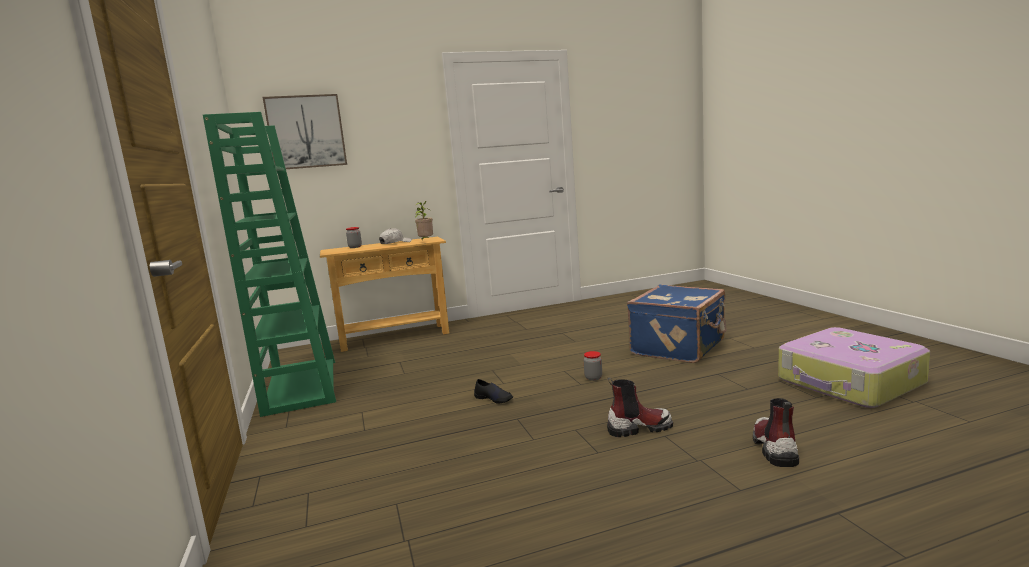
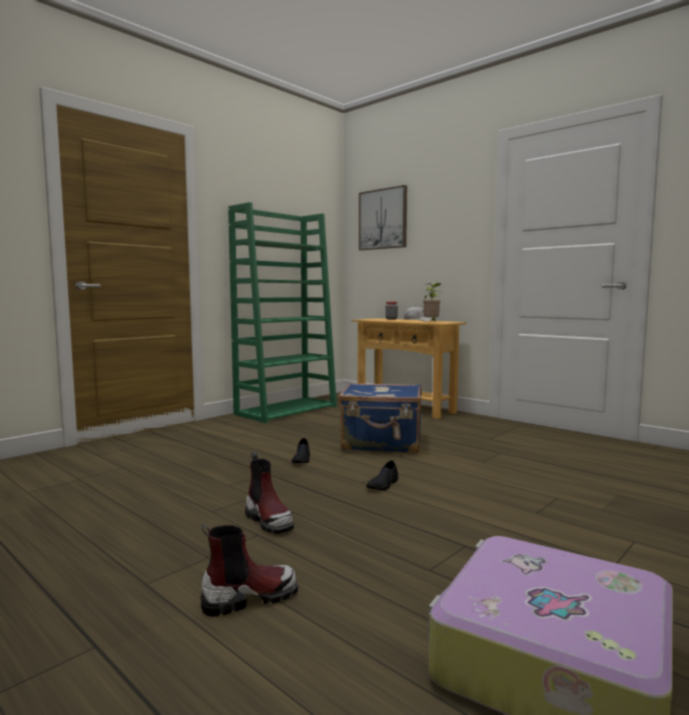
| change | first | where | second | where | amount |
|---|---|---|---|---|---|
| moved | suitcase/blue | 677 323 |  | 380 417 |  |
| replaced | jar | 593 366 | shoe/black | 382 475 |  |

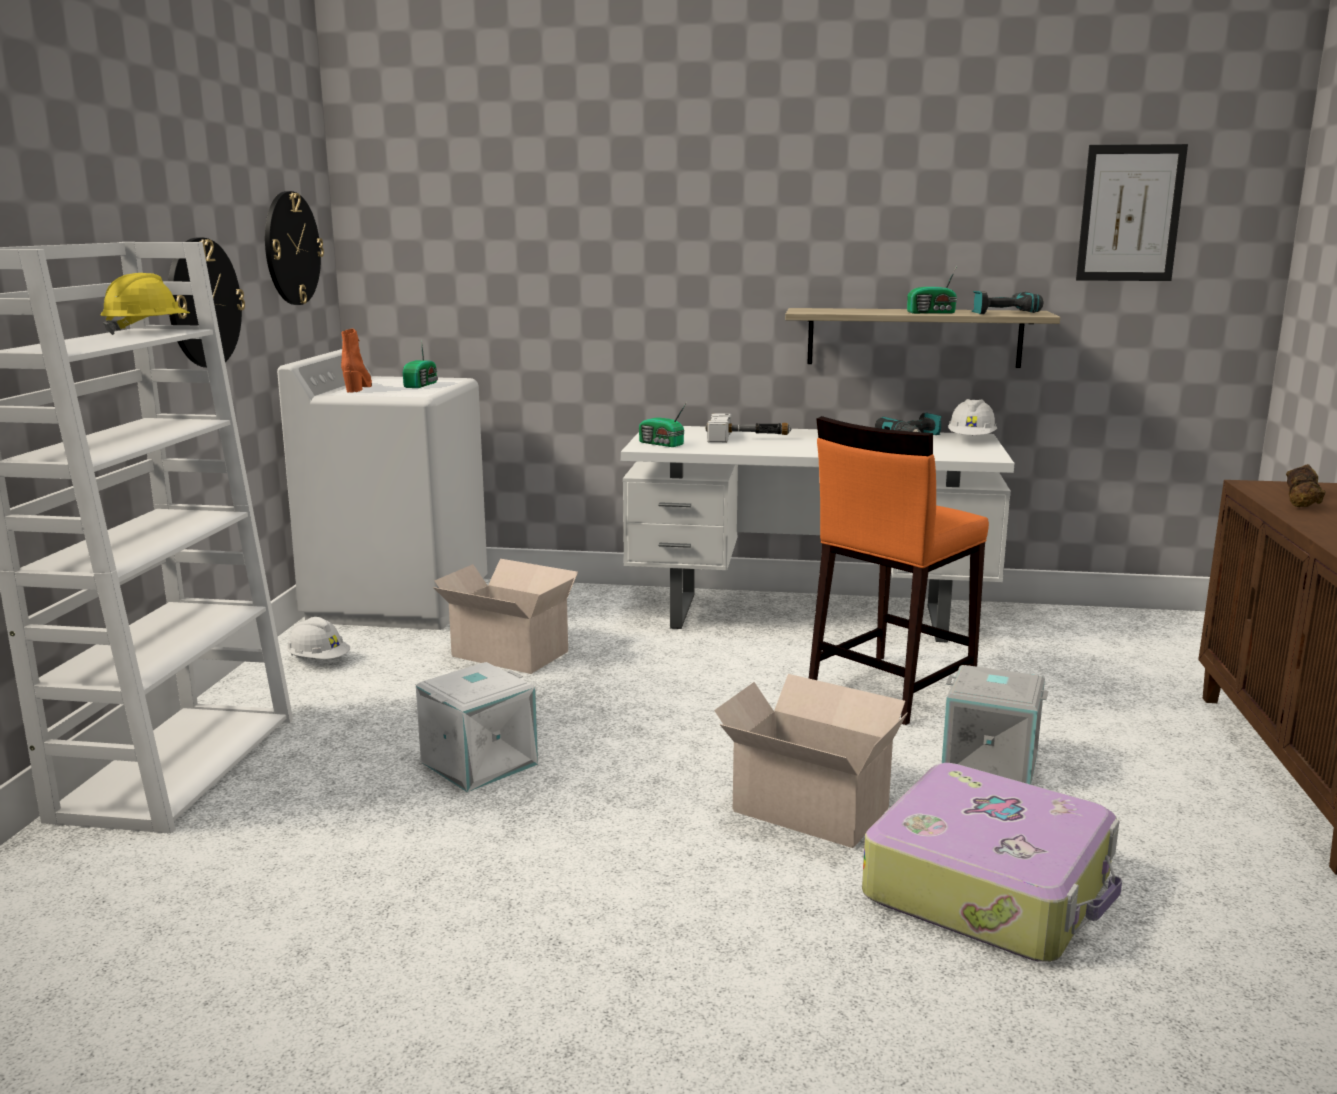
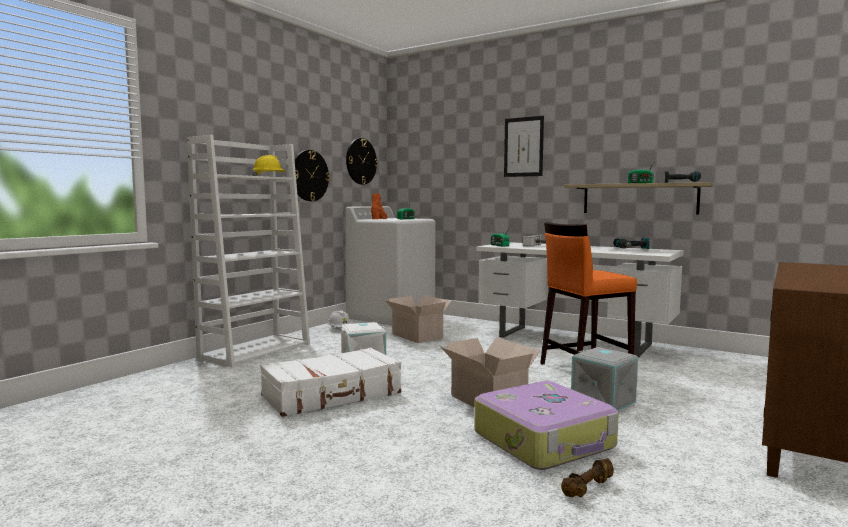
| change | first | where | second | where | amount |
|---|---|---|---|---|---|
| moved | picture | 1132 212 |  | 524 146 |  |
| removed | hard hat/white | 972 417 |  |  |  |
| moved | dumbbell/brown | 1305 485 |  | 587 478 |  |
| added |  |  | suitcase/white | 330 382 |  |

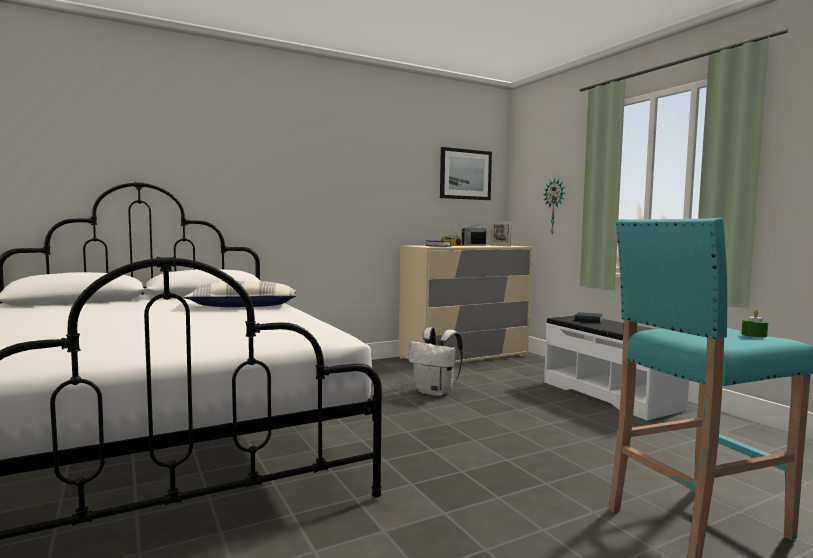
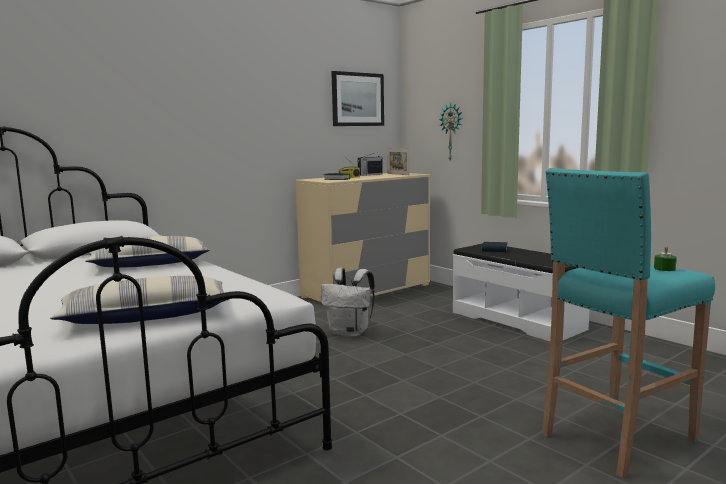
| change | first | where | second | where | amount |
|---|---|---|---|---|---|
| added |  |  | pillow | 139 300 |  |

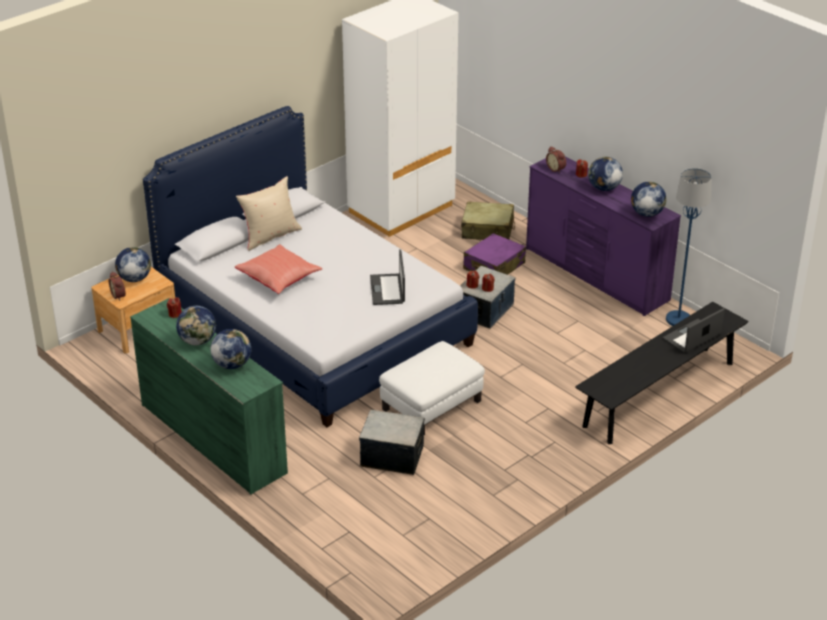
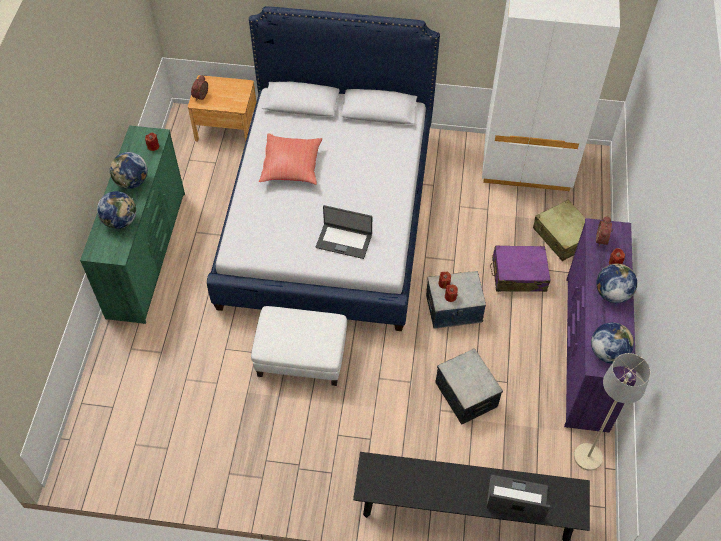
| change | first | where | second | where | amount |
|---|---|---|---|---|---|
| recoloured | floor lamp/blue | 689 247 | floor lamp/beige | 612 412 |  |
| removed | pillow/beige | 269 213 |  |  |  |
| removed | globe | 133 264 |  |  |  |
| turned | laptop | 387 277 |  | 344 232 | 120 degrees counterclockwise |
| moved | storage box | 392 442 |  | 469 387 |  |

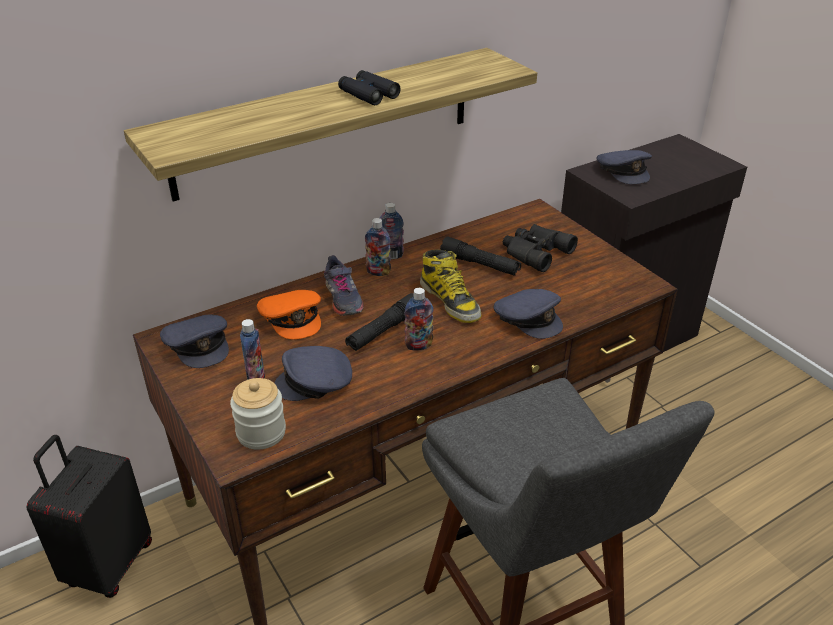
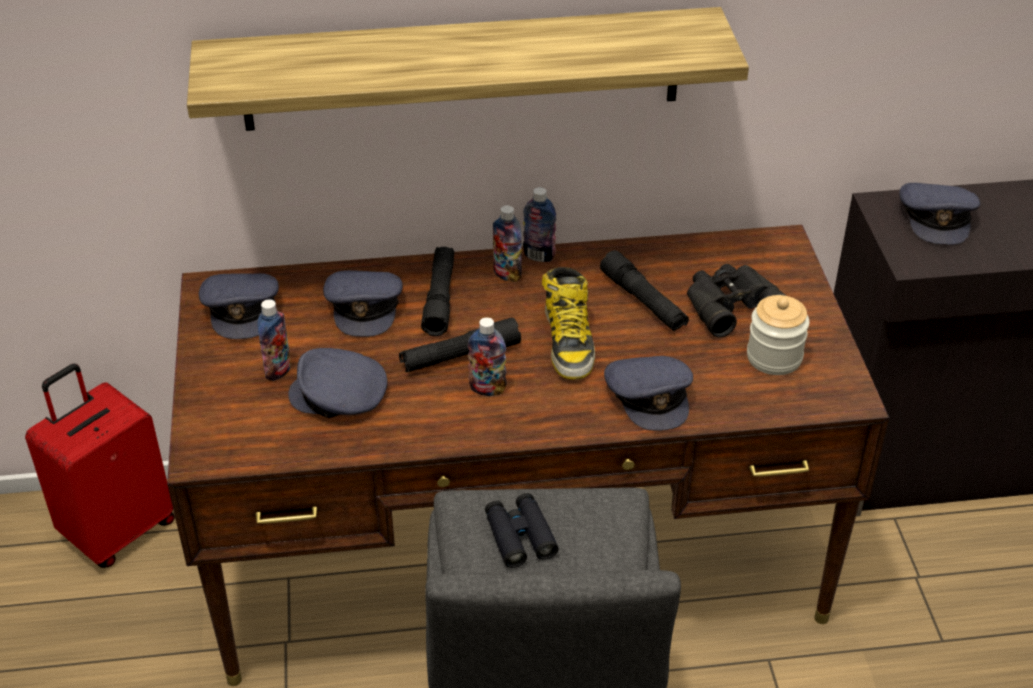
| change | first | where | second | where | amount |
|---|---|---|---|---|---|
| moved | binoculars/black | 369 87 |  | 522 530 |  |
| replaced | shoe/grey | 344 285 | flashlight/black | 437 291 |  |
| recoloured | cap/orange | 289 315 | cap/grey | 363 303 |  |
| moved | jar | 258 414 |  | 778 335 |  |
| recoloured | suitcase/black | 89 516 | suitcase/red | 100 466 |  |

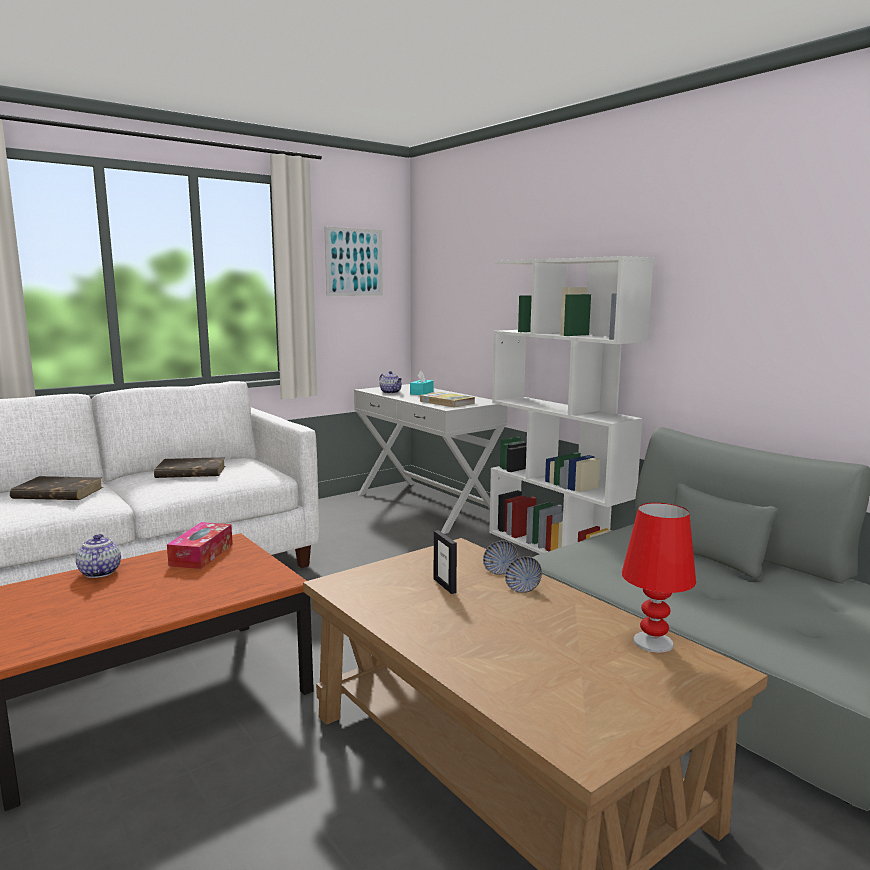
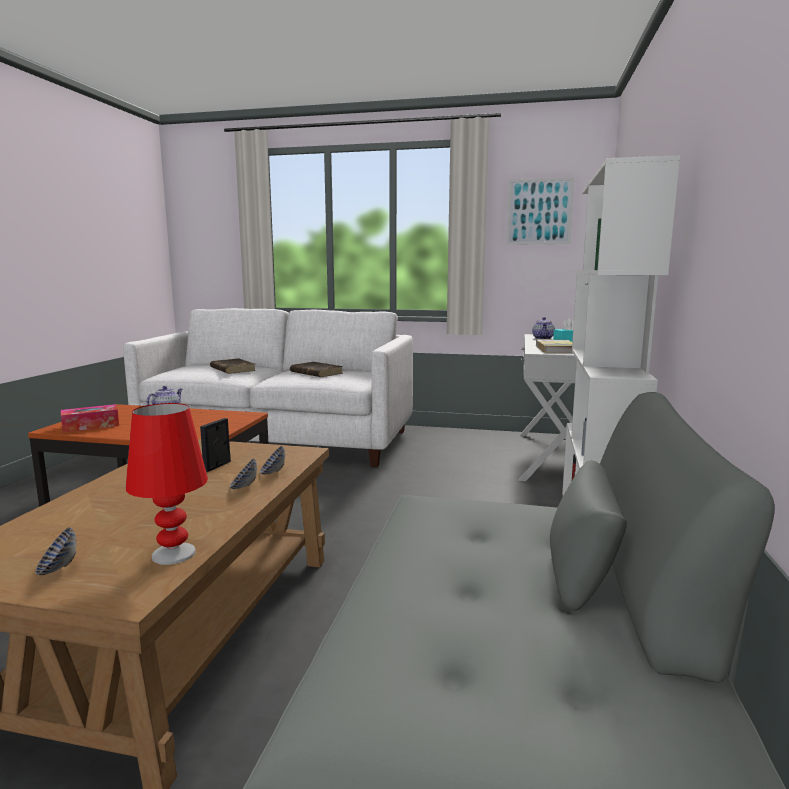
| change | first | where | second | where | amount |
|---|---|---|---|---|---|
| moved | tissue box | 200 545 |  | 90 418 |  |
| added |  |  | bowl | 56 551 |  |

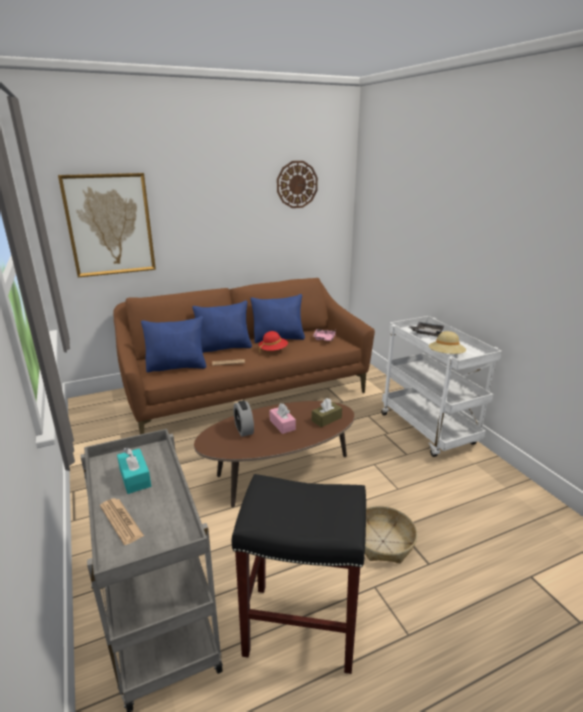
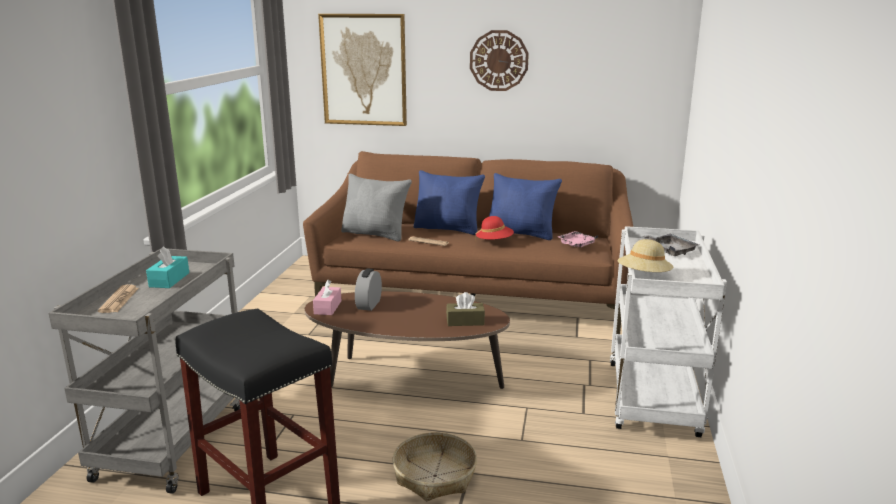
| change | first | where | second | where | amount |
|---|---|---|---|---|---|
| moved | wall clock | 297 184 |  | 499 60 |  |
| recoloured | pillow/blue | 173 344 | pillow/grey | 376 207 |  |
| moved | tissue box/pink | 282 418 |  | 327 297 |  |

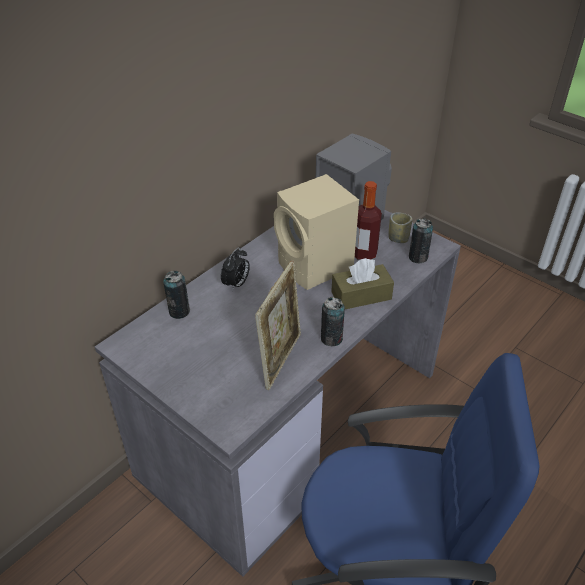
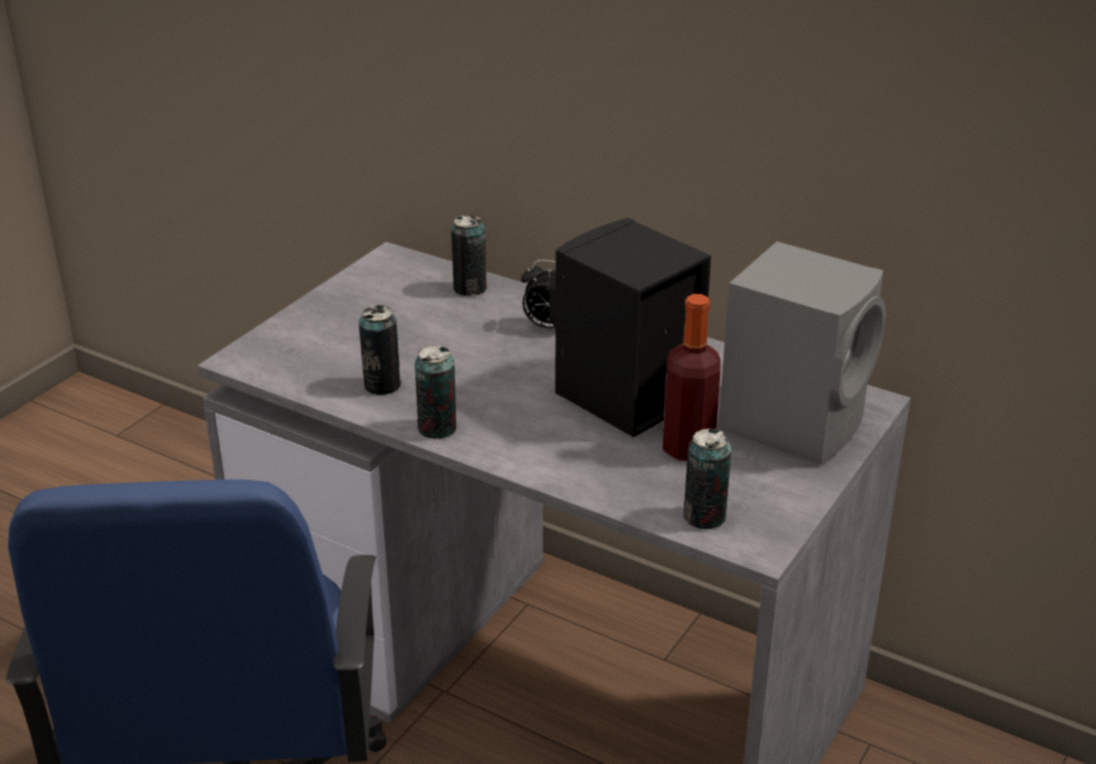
| change | first | where | second | where | amount |
|---|---|---|---|---|---|
| recoloured | speaker/beige | 316 232 | speaker/black | 630 327 |  |
| removed | cup | 400 227 |  |  |  |
| removed | tissue box/brown | 362 283 |  |  |  |
| replaced | picture frame | 278 325 | can | 380 350 |  |

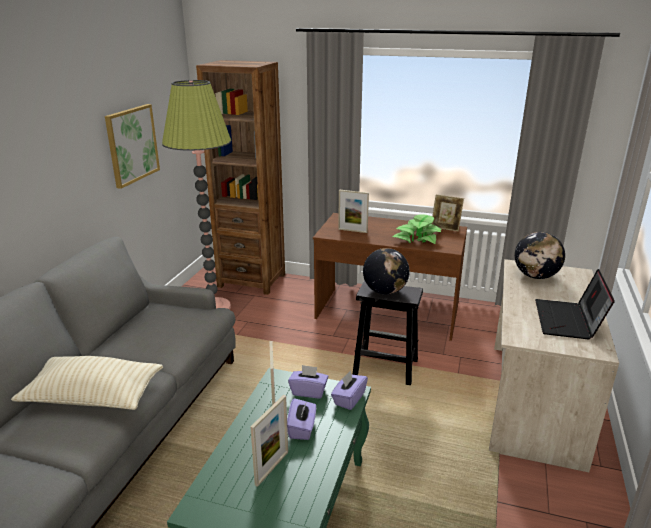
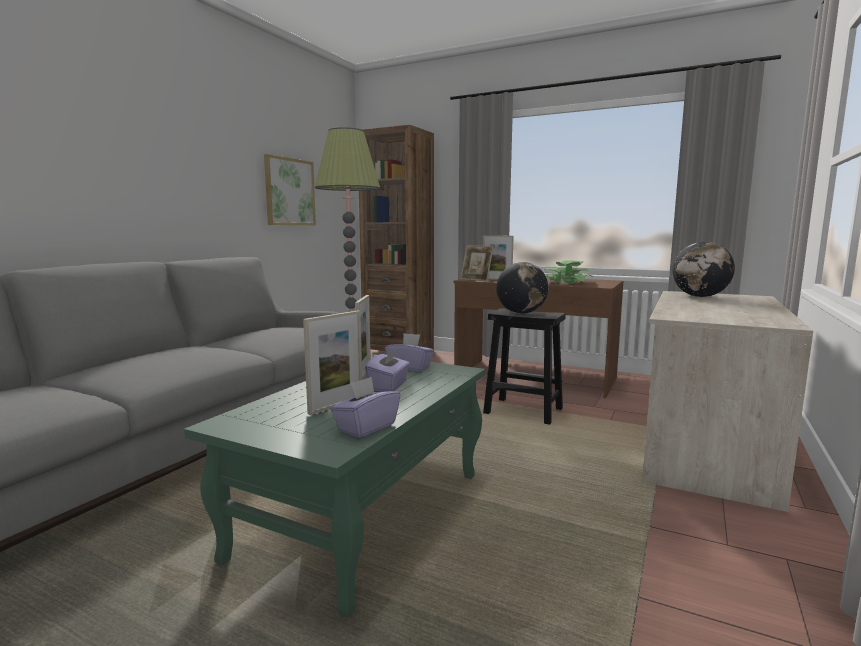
| change | first | where | second | where | amount |
|---|---|---|---|---|---|
| moved | picture frame | 448 213 |  | 477 263 |  |
| removed | laptop | 575 304 |  |  |  |
| removed | pillow/beige | 87 383 |  |  |  |
| moved | tissue box/purple | 349 390 |  | 366 407 |  |

